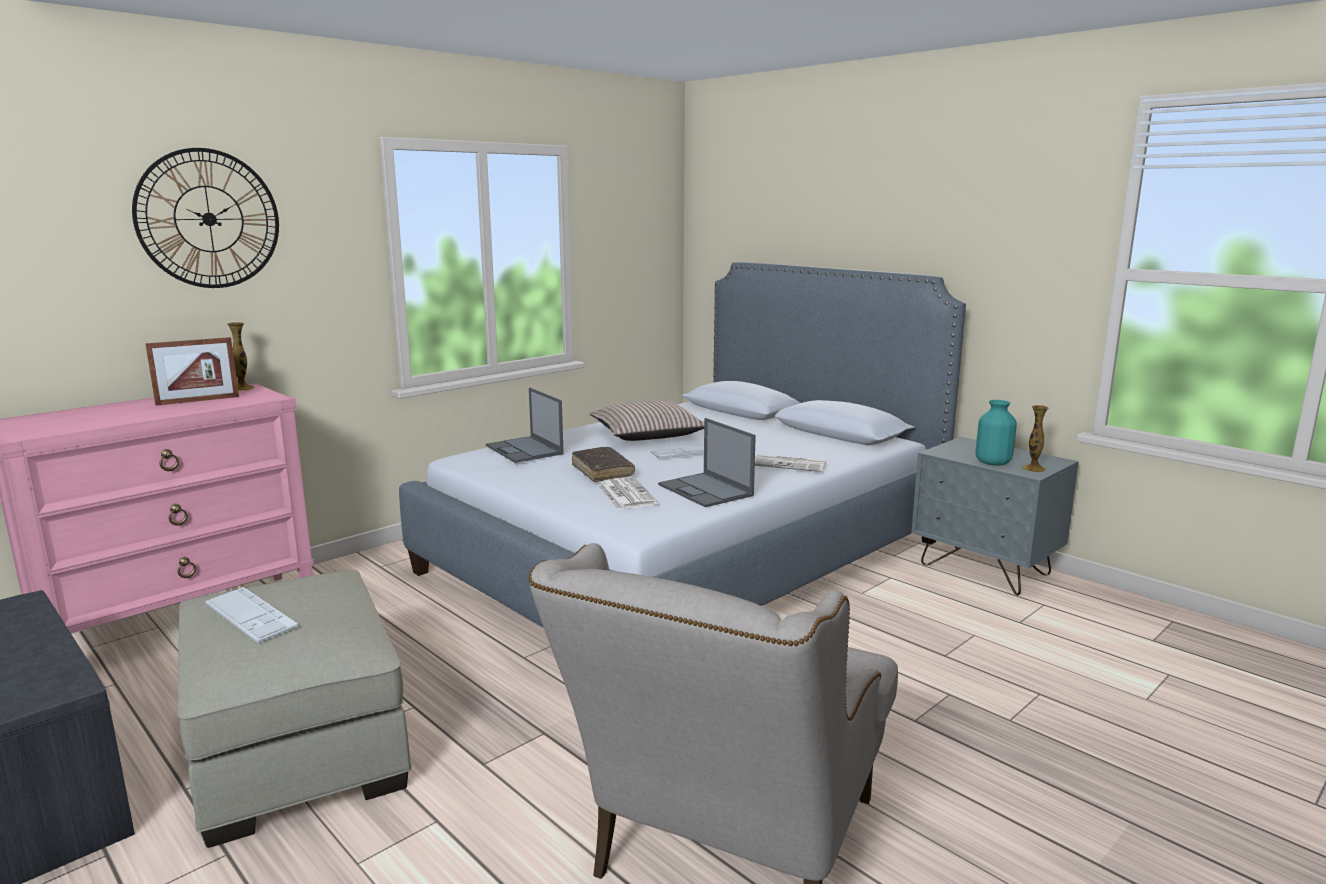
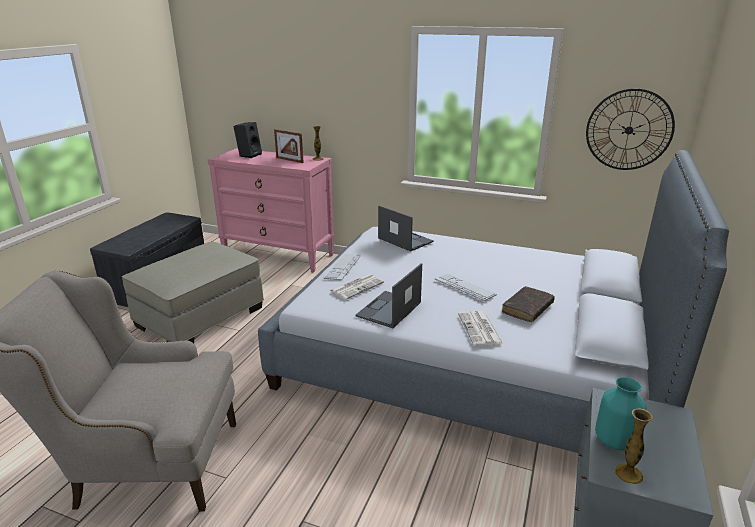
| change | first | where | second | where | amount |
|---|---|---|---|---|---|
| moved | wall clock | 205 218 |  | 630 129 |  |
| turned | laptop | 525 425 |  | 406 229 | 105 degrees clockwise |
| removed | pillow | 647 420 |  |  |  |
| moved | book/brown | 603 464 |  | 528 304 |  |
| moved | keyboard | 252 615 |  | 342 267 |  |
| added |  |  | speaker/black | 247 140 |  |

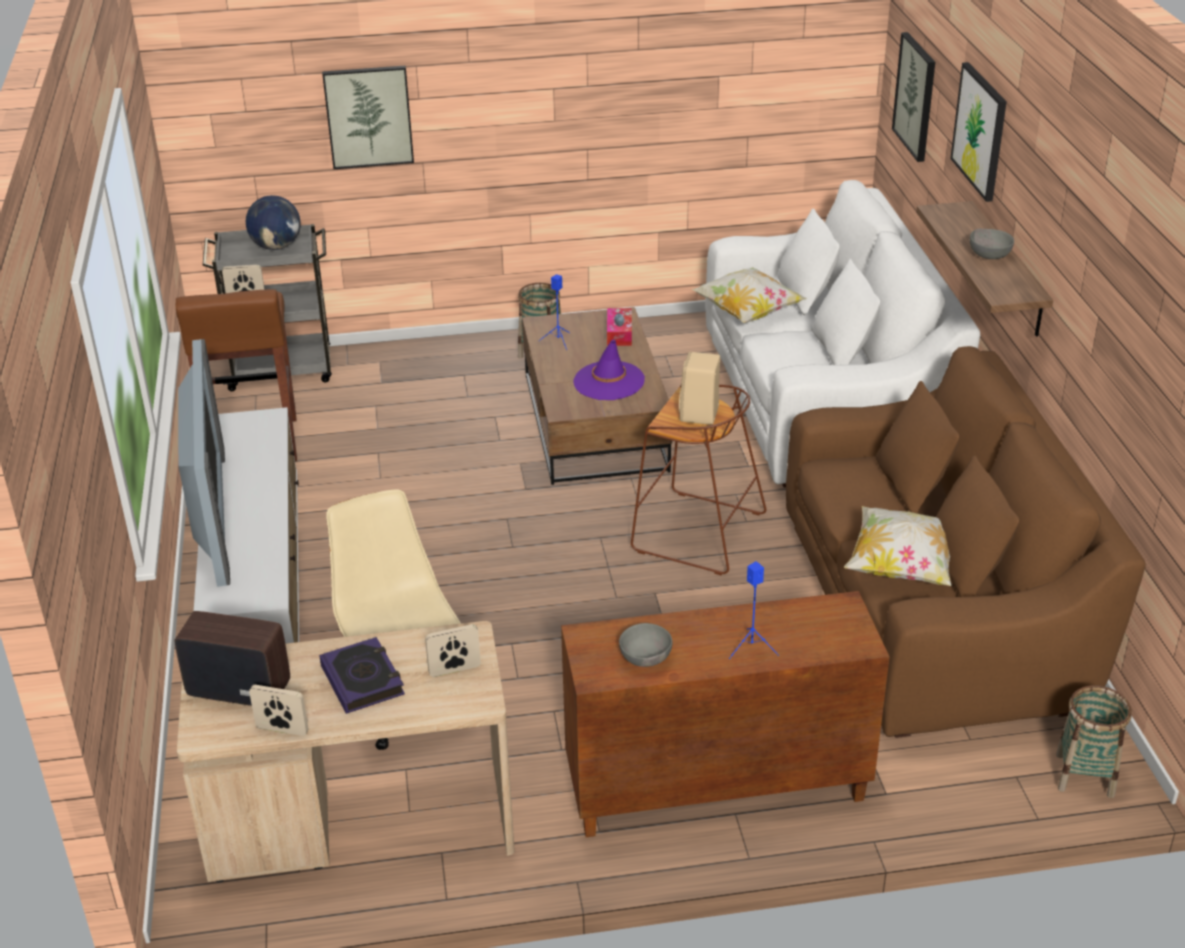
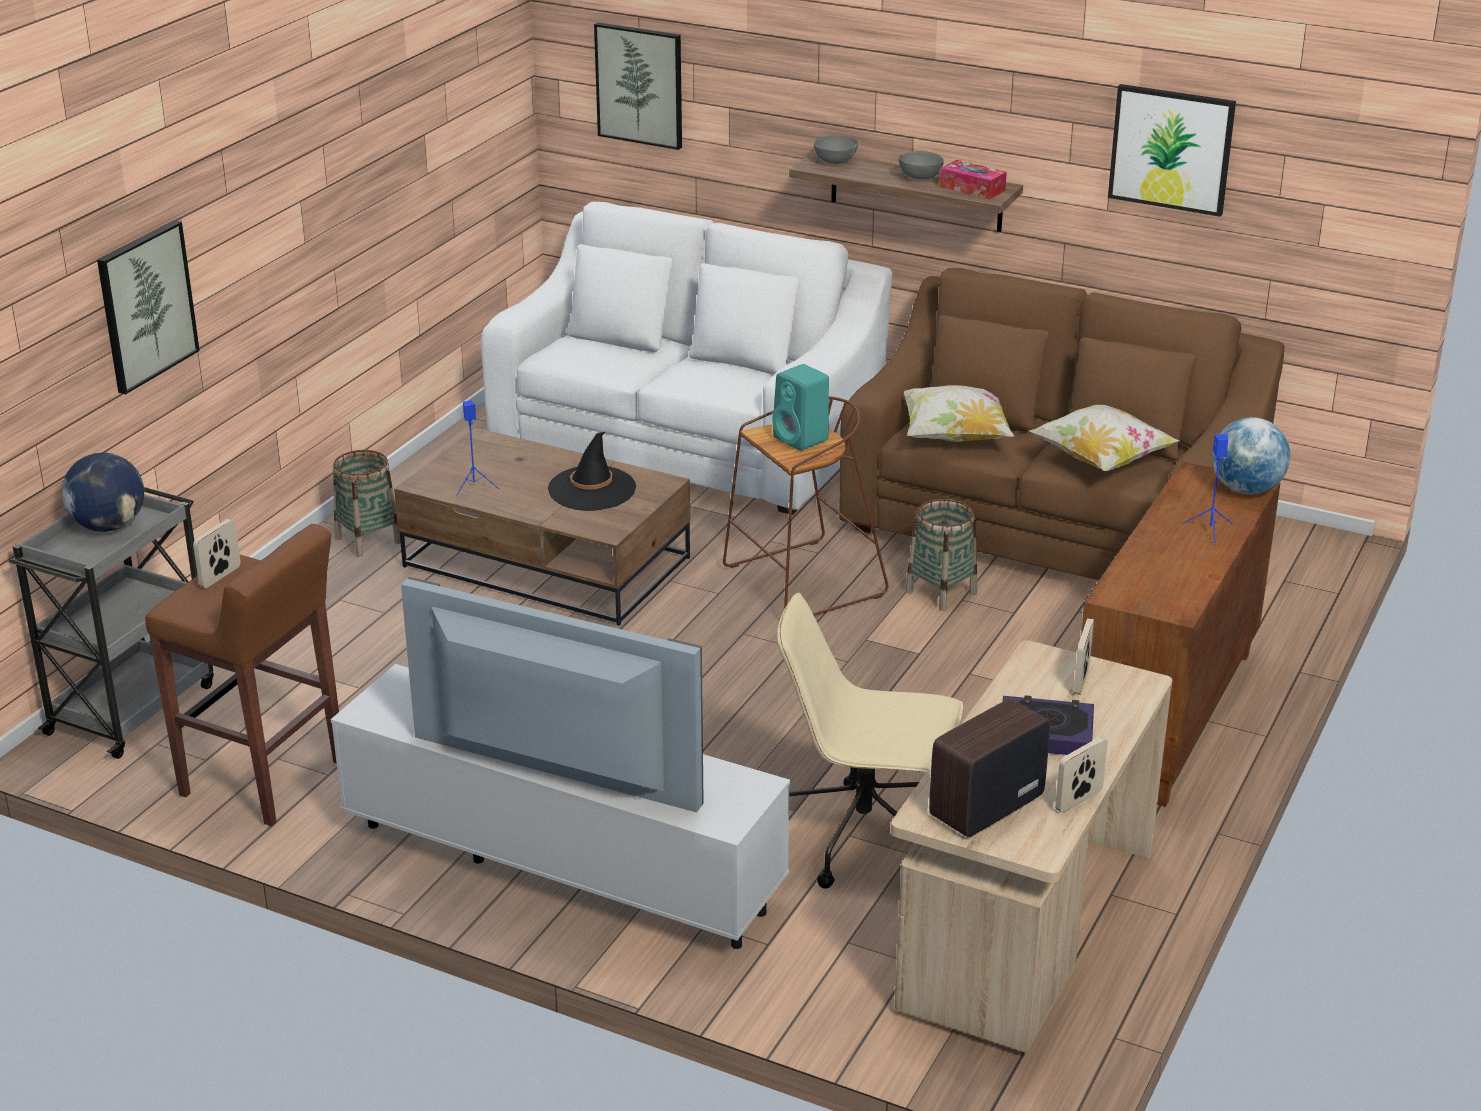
| change | first | where | second | where | amount |
|---|---|---|---|---|---|
| moved | picture | 978 132 |  | 1172 150 |  |
| moved | pillow | 749 295 |  | 959 413 |  |
| moved | tissue box | 619 327 |  | 973 180 |  |
| recoloured | hat/purple | 609 370 | hat/black | 592 471 |  |
| recoloured | speaker/beige | 699 388 | speaker/turquoise | 800 407 |  |
| moved | bowl/grey | 645 645 |  | 836 149 |  |
| moved | basket | 1094 741 |  | 941 555 |  |
| added |  |  | globe | 1251 455 |  |

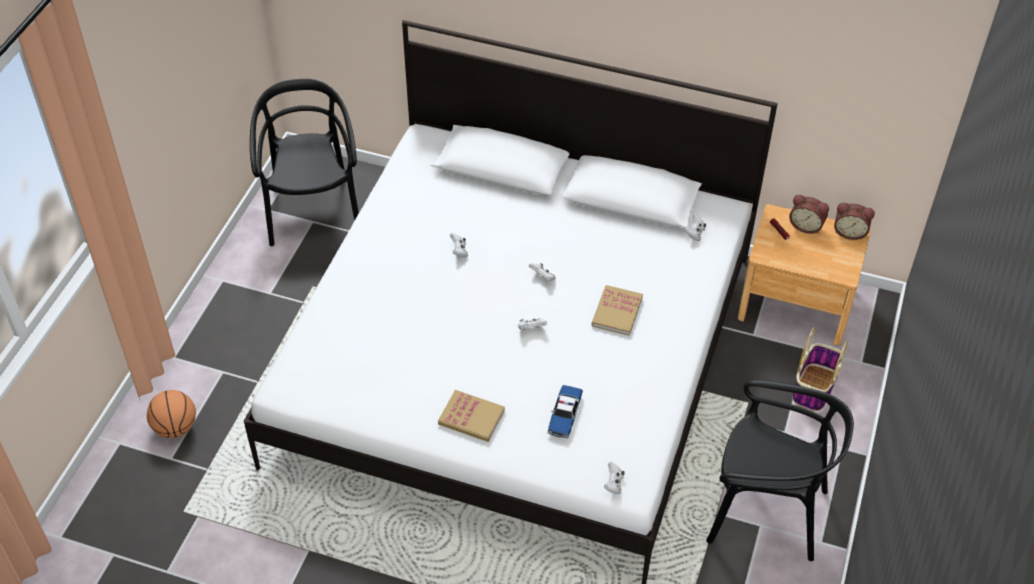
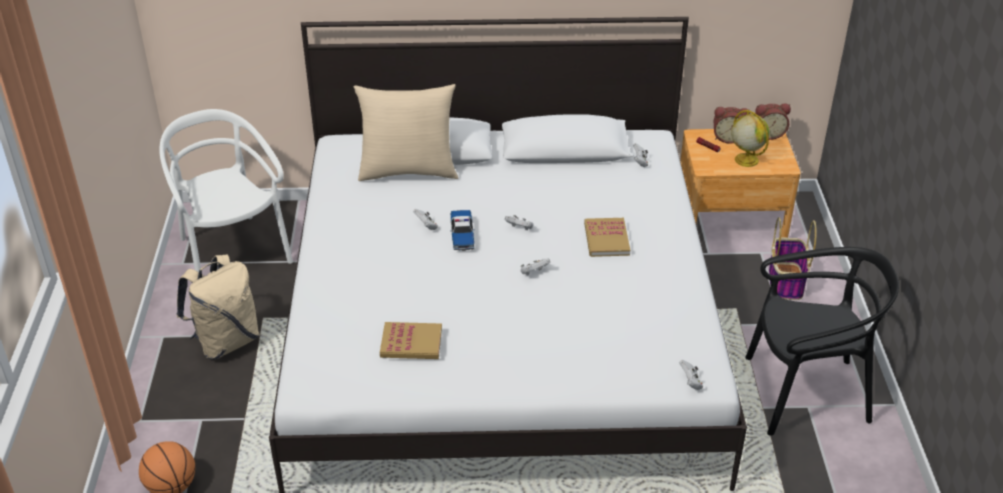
| change | first | where | second | where | amount |
|---|---|---|---|---|---|
| recoloured | chair/black | 304 162 | chair/white | 226 190 |  |
| moved | toy car | 565 411 |  | 462 230 |  |
| moved | book | 471 416 |  | 411 340 |  |
| added |  |  | pillow/beige | 406 132 |  |
| added |  |  | globe | 750 138 |  |
| added |  |  | backpack/beige | 217 306 |  |

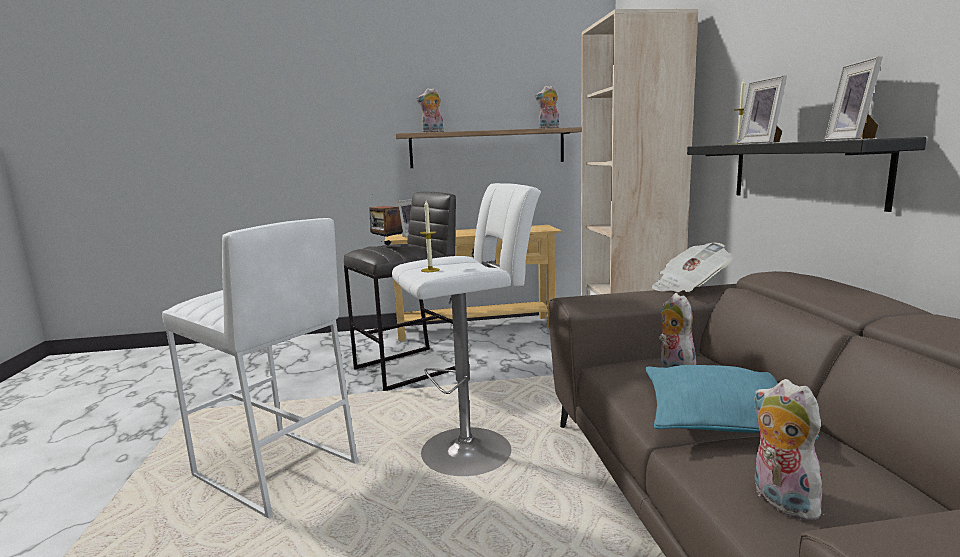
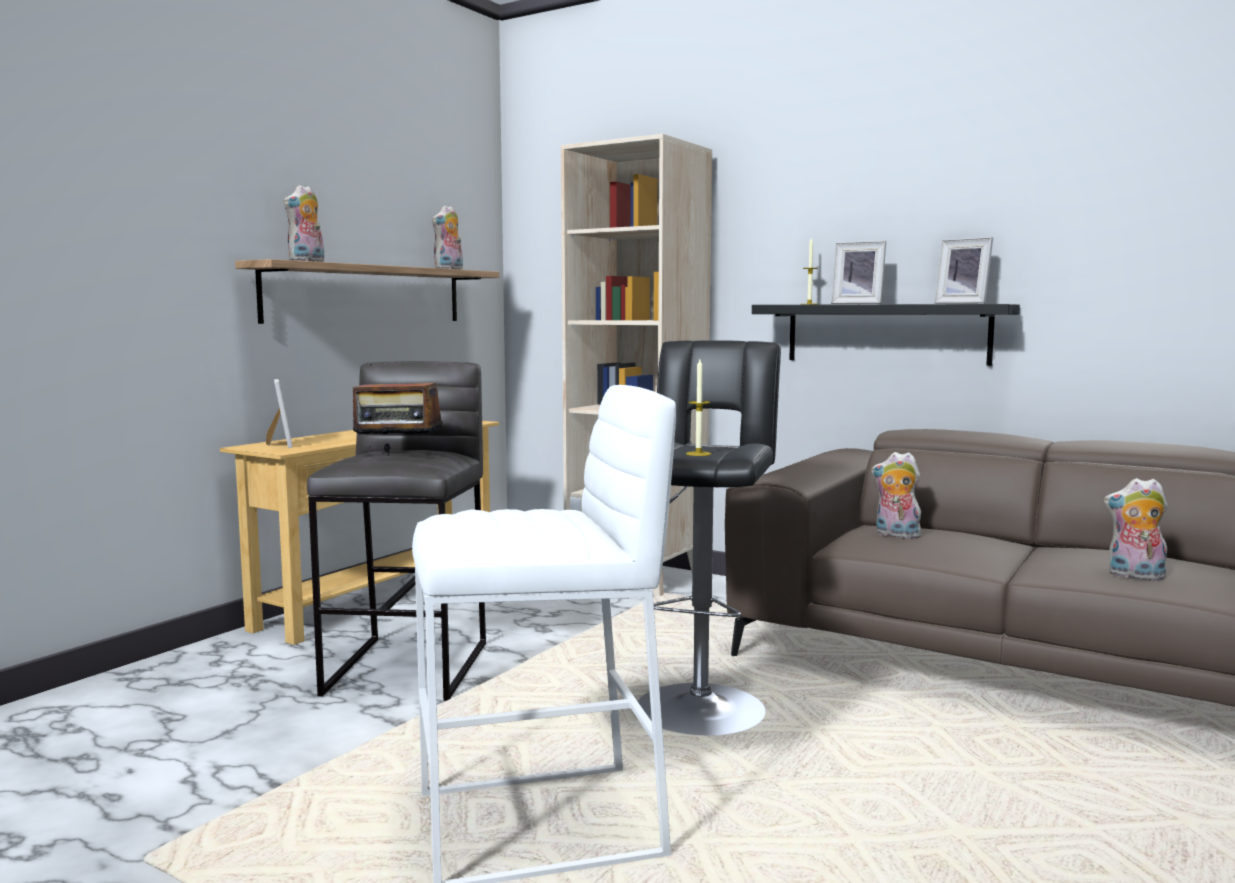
| change | first | where | second | where | amount |
|---|---|---|---|---|---|
| recoloured | stool/white | 466 329 | stool/black | 709 537 |  |
| removed | newspaper | 692 267 |  |  |  |
| removed | pillow/turquoise | 732 402 |  |  |  |

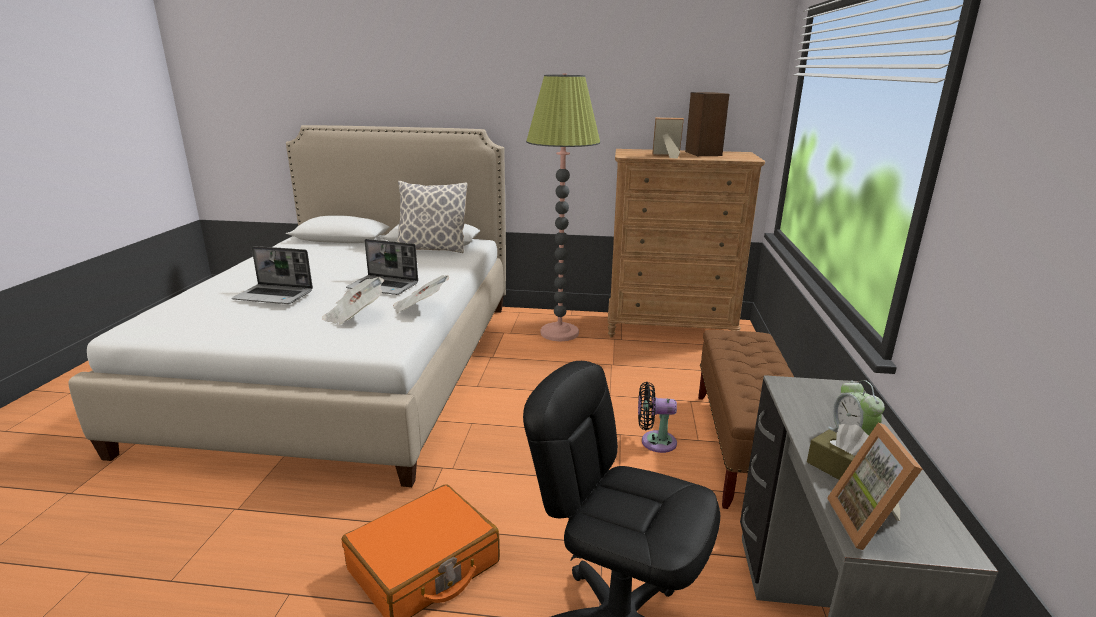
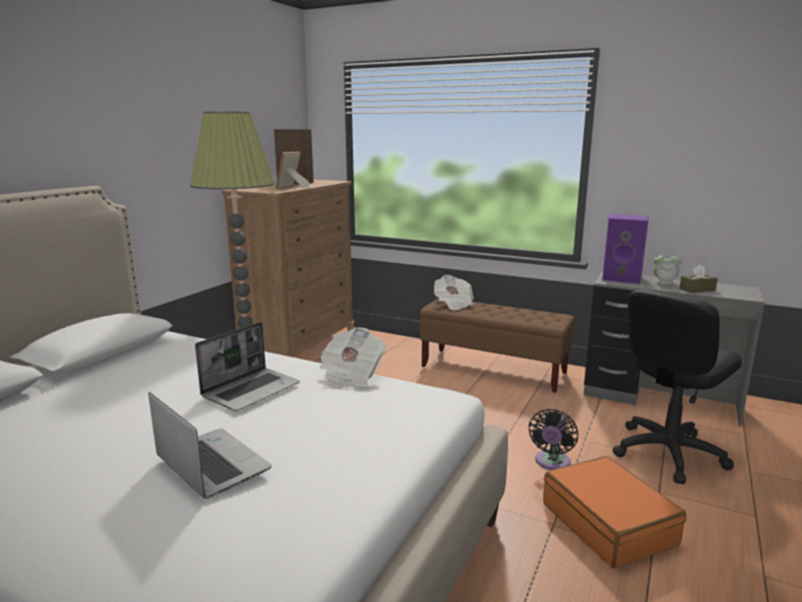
| change | first | where | second | where | amount |
|---|---|---|---|---|---|
| removed | pillow | 432 217 |  |  |  |
| turned | laptop | 272 275 |  | 210 445 | 75 degrees counterclockwise |
| moved | newspaper | 353 301 |  | 454 292 |  |
| moved | fan/black | 657 417 |  | 553 439 |  |
| removed | picture frame | 874 486 |  |  |  |
| added |  |  | speaker/purple | 625 249 |  |

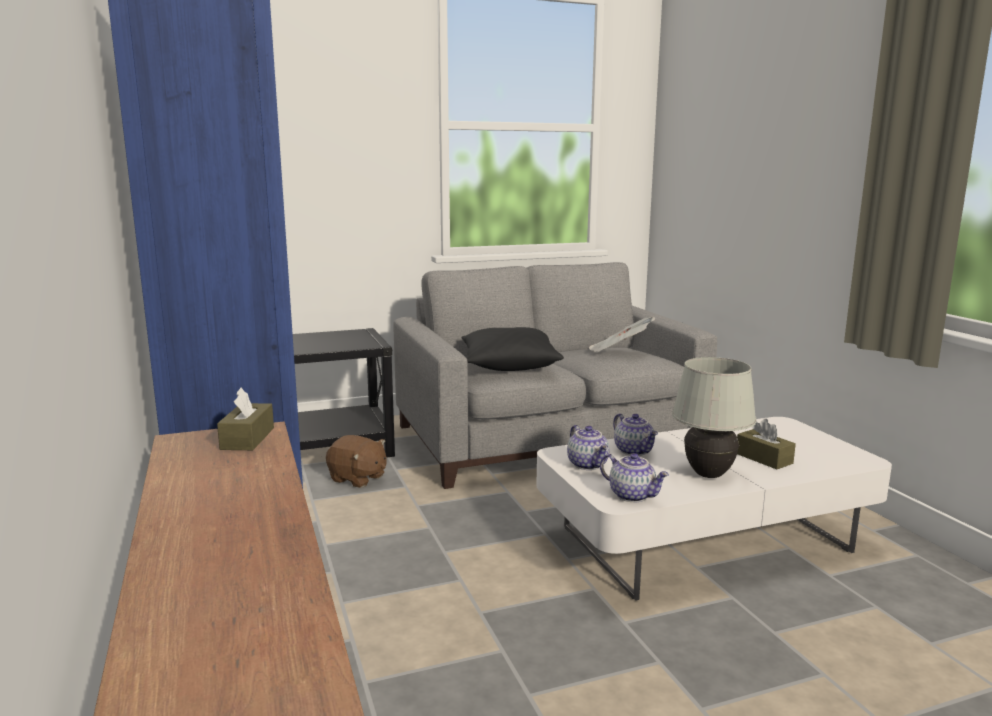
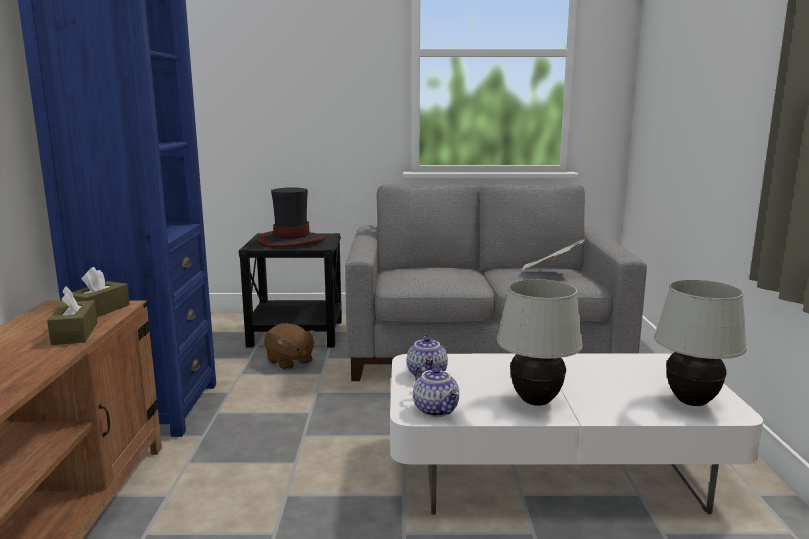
| change | first | where | second | where | amount |
|---|---|---|---|---|---|
| removed | pillow/black | 513 349 |  |  |  |
| removed | teapot | 635 435 |  |  |  |
| moved | tissue box/brown | 766 444 |  | 72 315 |  |
| added |  |  | hat | 291 217 |  |
| added |  |  | table lamp/white | 700 343 |  |

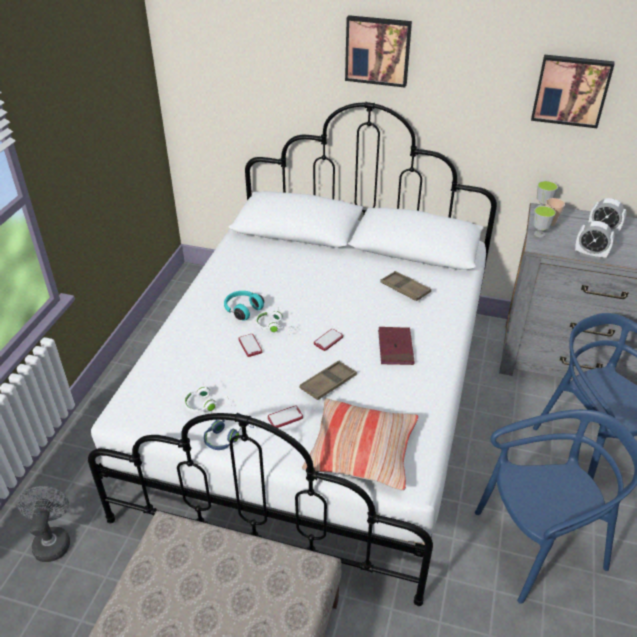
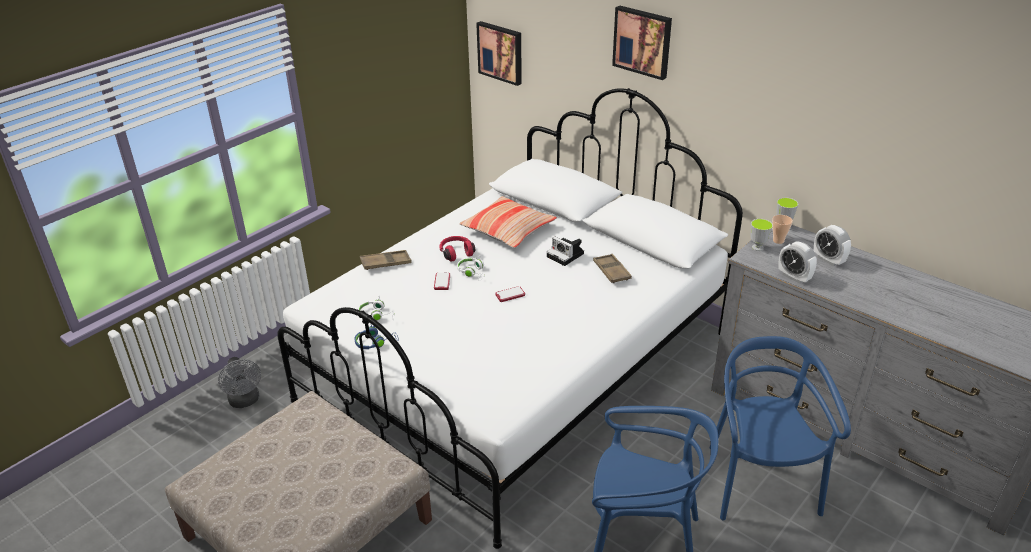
| change | first | where | second | where | amount |
|---|---|---|---|---|---|
| moved | picture | 573 91 |  | 499 53 |  |
| recoloured | headphones/turquoise | 244 306 | headphones/red | 457 249 |  |
| removed | book/red | 396 346 |  |  |  |
| moved | tray/brown | 328 380 |  | 386 260 |  |
| moved | pillow | 360 445 |  | 508 222 |  |
| removed | phone | 285 416 |  |  |  |
| turned | fan/grey | 43 524 |  | 239 382 | 135 degrees clockwise |
| added |  |  | photo camera | 565 251 |  |

